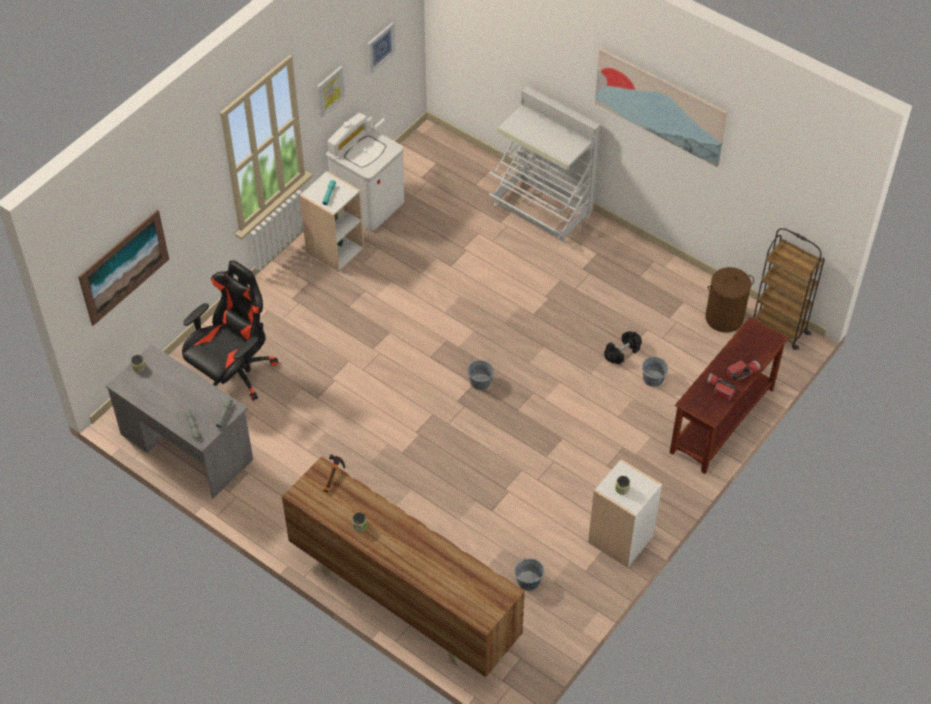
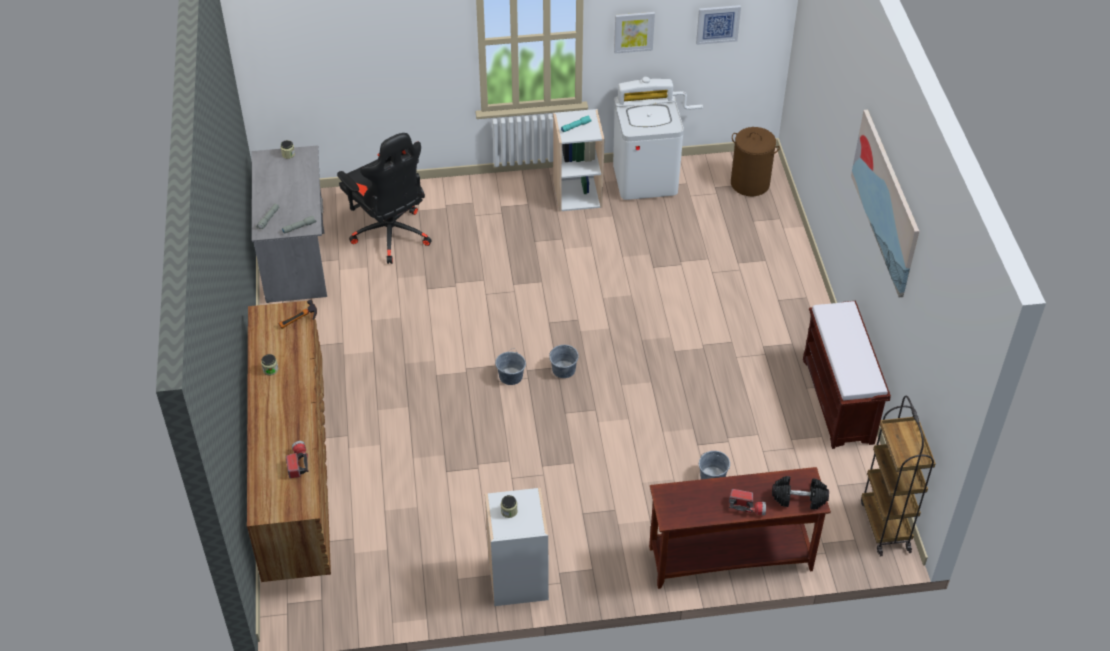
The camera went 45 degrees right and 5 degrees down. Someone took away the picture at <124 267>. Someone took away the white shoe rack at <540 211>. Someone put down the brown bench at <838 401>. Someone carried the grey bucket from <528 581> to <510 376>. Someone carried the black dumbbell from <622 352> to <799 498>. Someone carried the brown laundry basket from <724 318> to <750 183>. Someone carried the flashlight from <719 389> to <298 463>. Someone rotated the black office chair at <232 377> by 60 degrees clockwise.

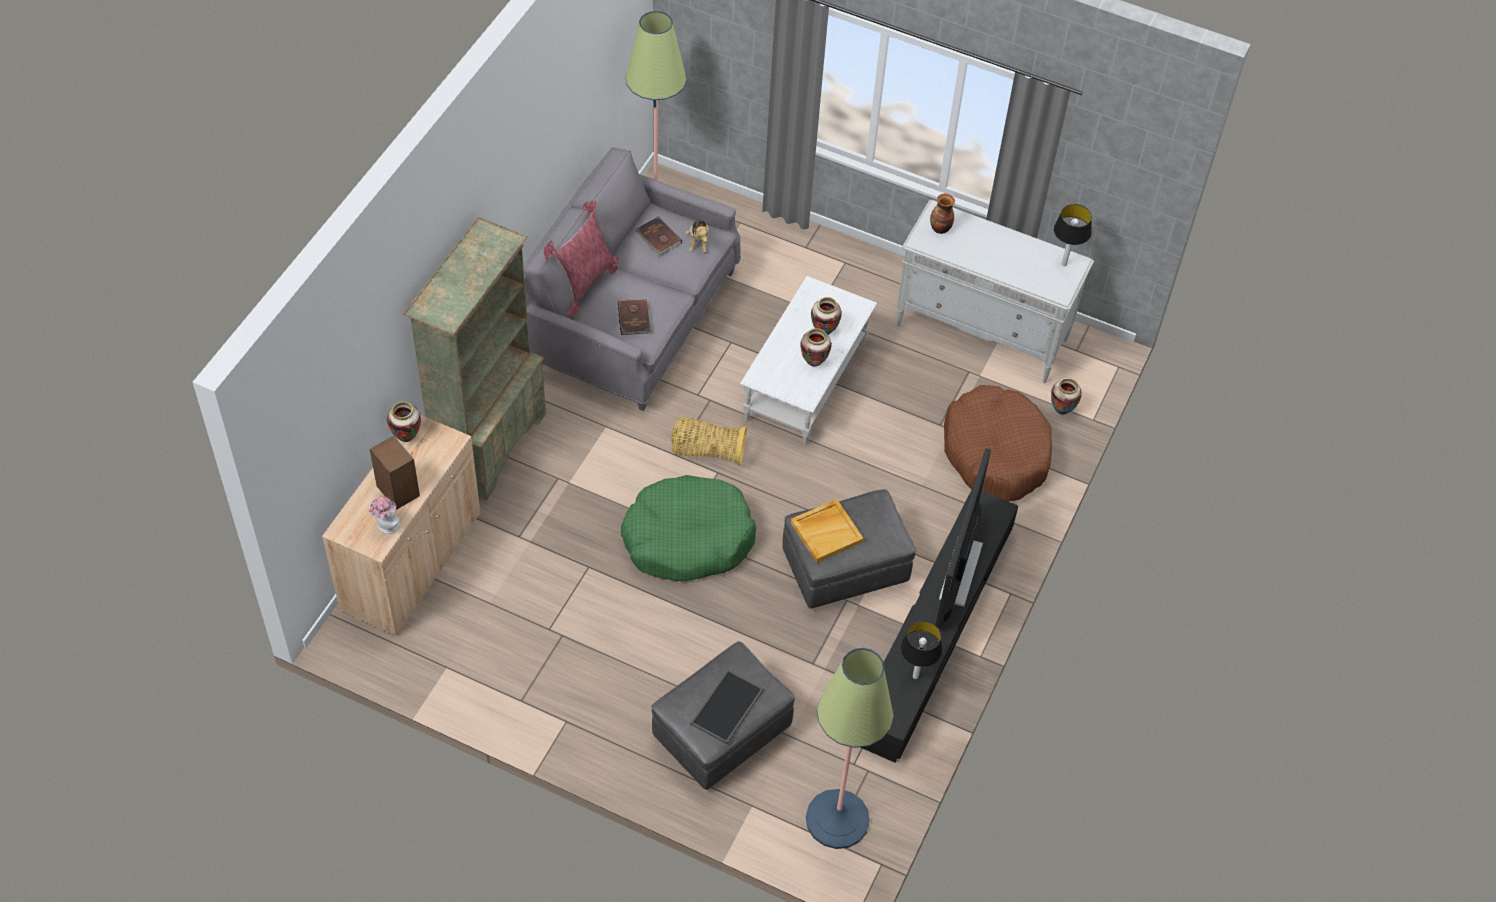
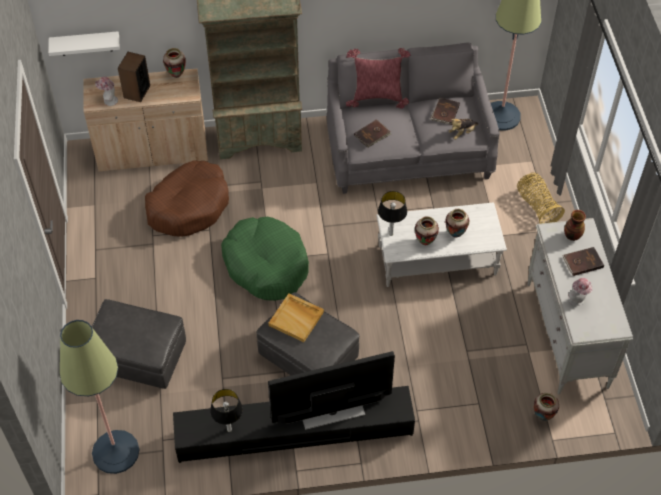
The camera went 60 degrees right and 0 degrees up. Someone took away the tray at <728 708>. Someone put up the white shelf at <85 43>. Someone put down the brown book at <582 262>. Someone put down the hat at <577 301>. Someone carried the basket from <707 451> to <537 206>. Someone carried the brown dog bed from <995 453> to <189 206>. Someone carried the table lamp from <1064 263> to <391 234>.

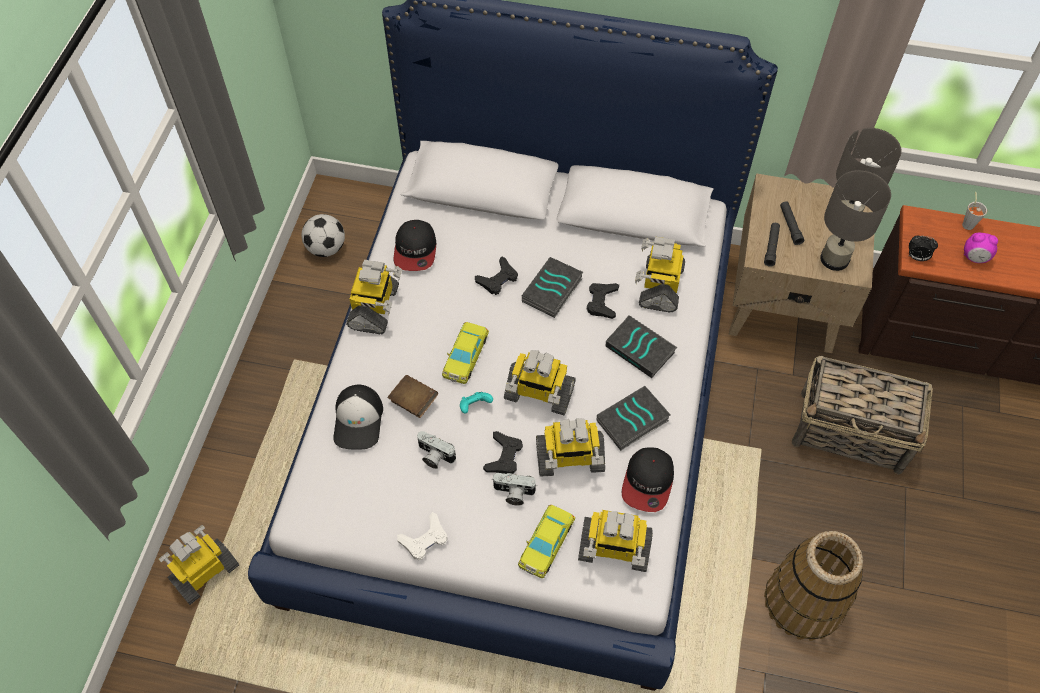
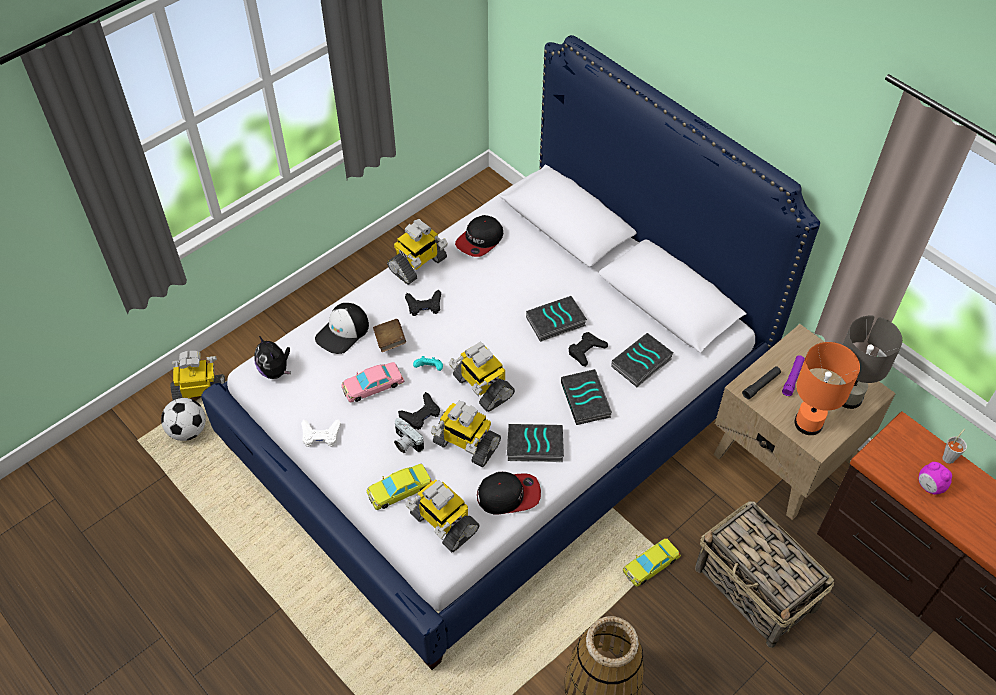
The camera went 35 degrees right and 5 degrees down. Someone took away the alarm clock at <916 257>. Someone put down the plush toy at <275 371>. Someone carried the football from <326 248> to <188 430>. Someone carried the yellow toy car from <465 355> to <650 564>. Someone carried the black game controller from <498 279> to <424 305>. Someone swapped the photo camera at <434 456> for the pink toy car at <372 385>. Someone swapped the toy robot at <659 286> for the book at <642 364>. Someone repainted the black flashlight at <790 225>, which became the purple flashlight at <792 378>. Someone repainted the grey table lamp at <835 258>, which became the orange table lamp at <809 423>. Someone rotated the cap at <648 482> by 150 degrees counterclockwise.

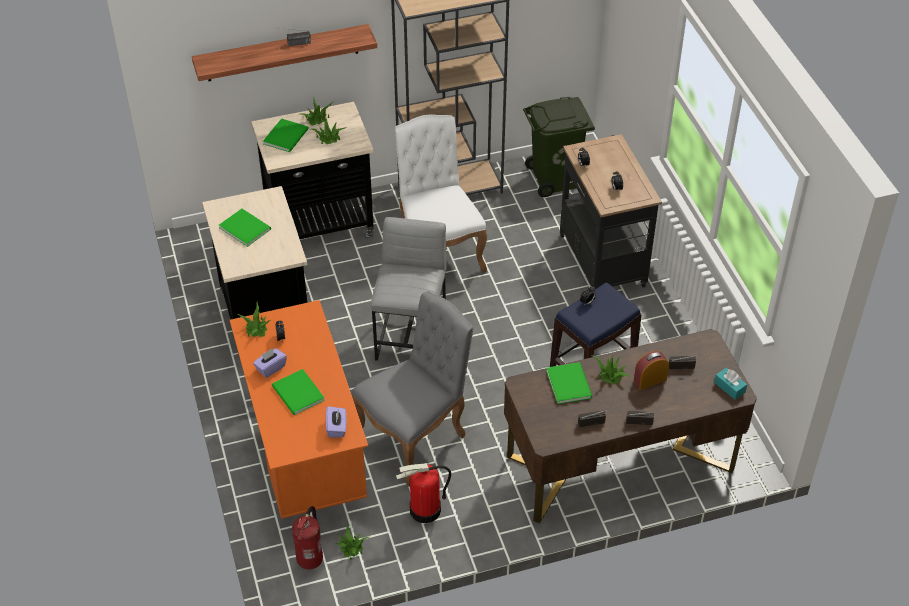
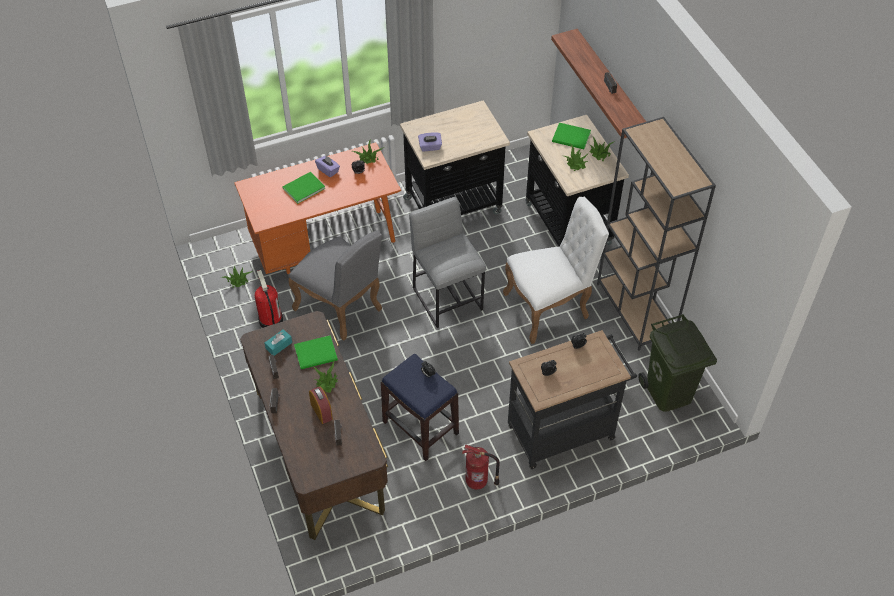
The camera went 85 degrees right and 5 degrees up. Someone took away the green book at <245 227>. Someone carried the fire extinguisher from <311 558> to <478 481>. Someone carried the purple tissue box from <336 428> to <430 147>. Someone carried the turquoise tissue box from <729 387> to <279 345>. Someone rotated the grey chair at <411 337> by 120 degrees counterclockwise.

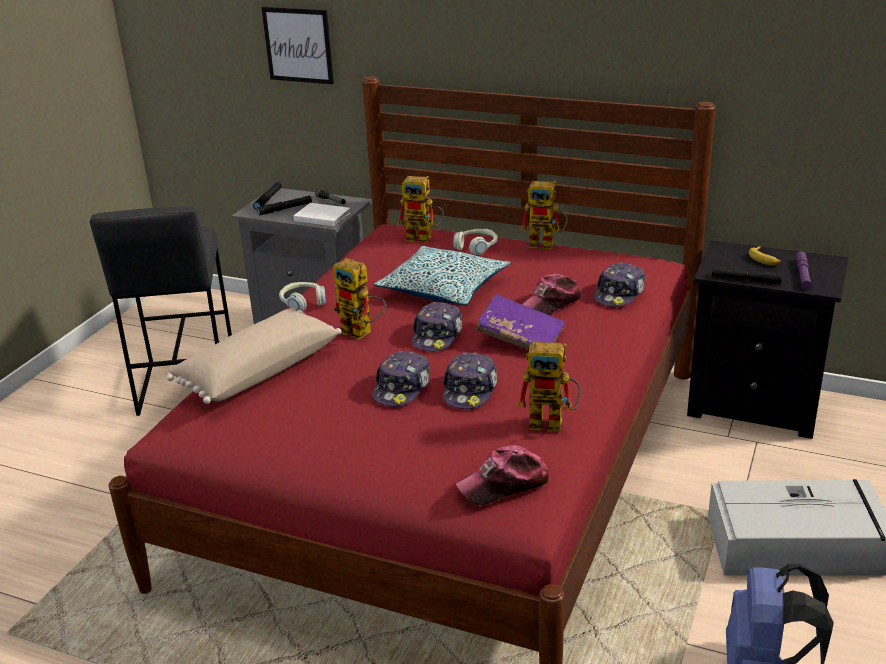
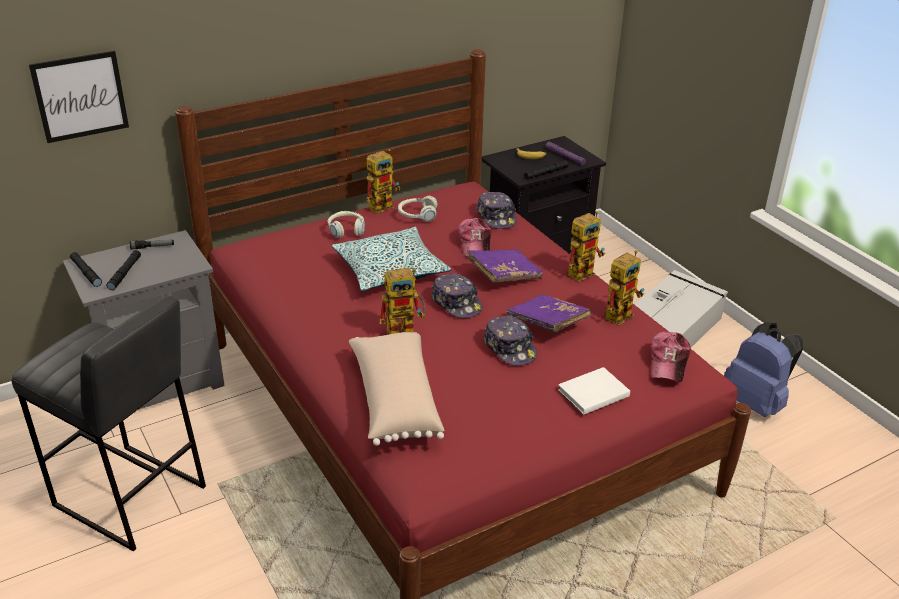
The camera went 55 degrees left and 5 degrees up. Someone carried the headphones from <303 303> to <417 215>. Someone carried the white book from <321 216> to <591 393>. Someone carried the toy robot from <424 238> to <583 271>. Someone swapped the cap at <470 390> for the purple book at <547 323>.

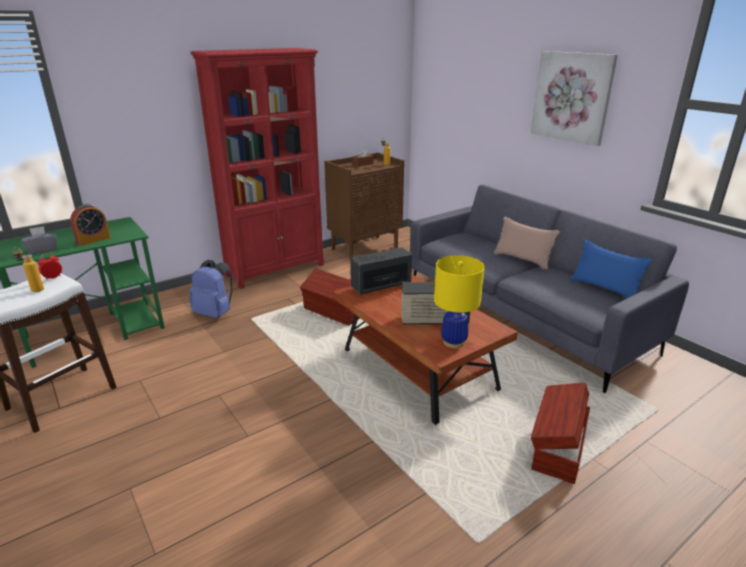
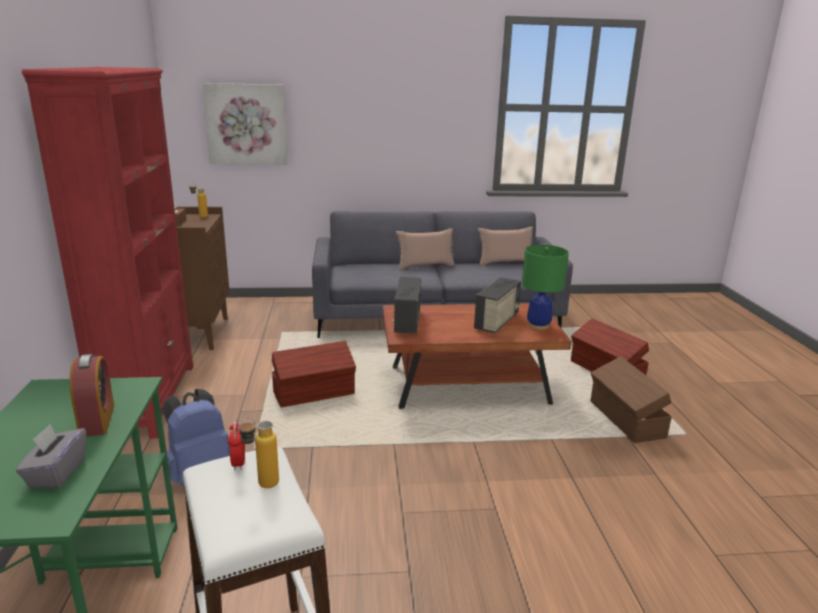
The camera went 60 degrees left and 5 degrees down. Someone put down the brown storage box at <626 419>. Someone carried the picture from <572 97> to <246 124>. Someone repainted the yellow table lamp at <453 342>, which became the green table lamp at <538 326>. Someone repainted the blue pillow at <604 289>, which became the beige pillow at <504 263>.

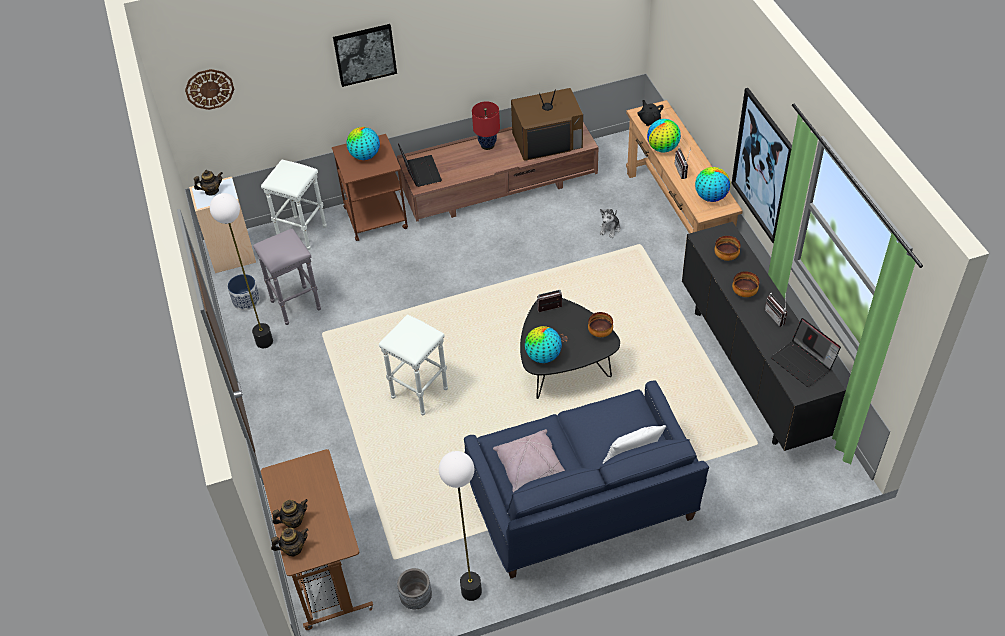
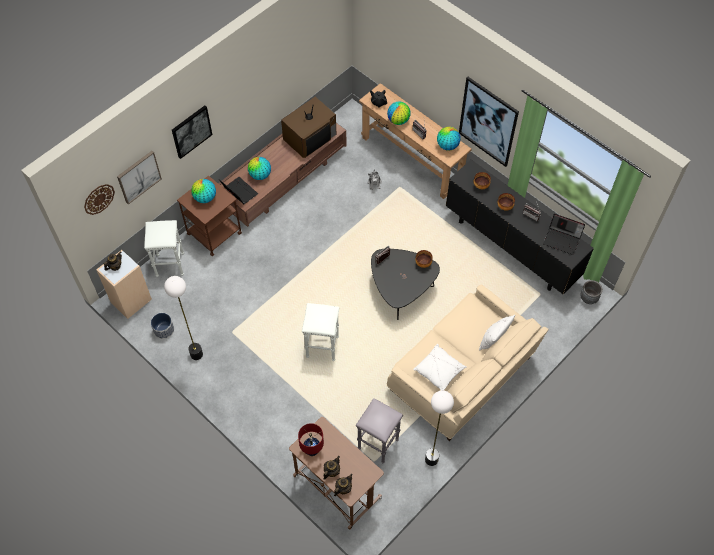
The camera went 30 degrees left and 10 degrees up. Someone put up the picture at <138 176>. Someone carried the grey stool from <297 305> to <379 443>. Someone carried the grey planter from <416 599> to <588 298>. Someone carried the red table lamp from <487 145> to <312 450>. Someone carried the globe from <543 356> to <260 175>. Someone repainted the blue sofa at <582 503>, which became the beige sofa at <463 375>. Someone repainted the purple pillow at <530 467>, which became the white pillow at <439 371>.

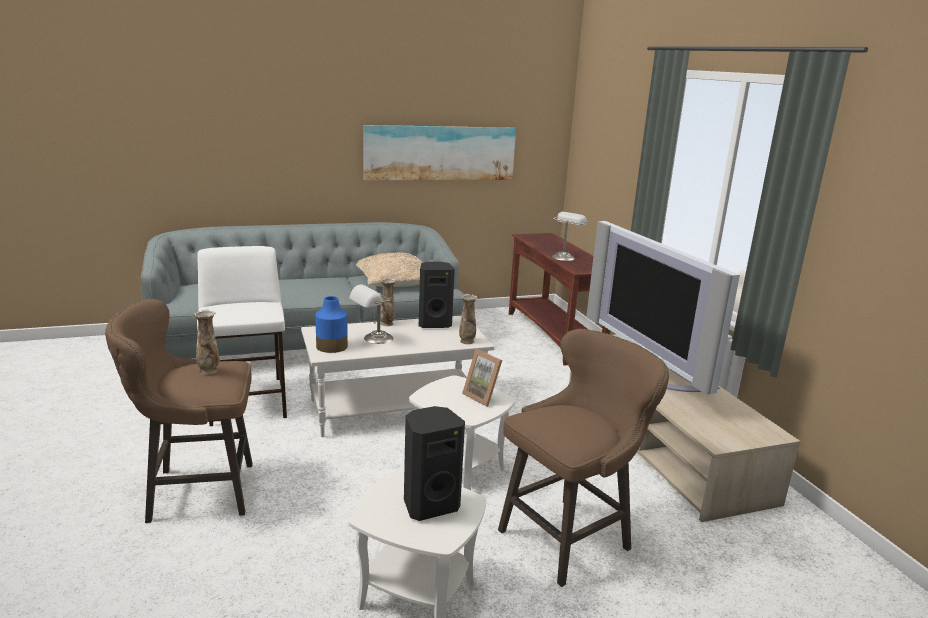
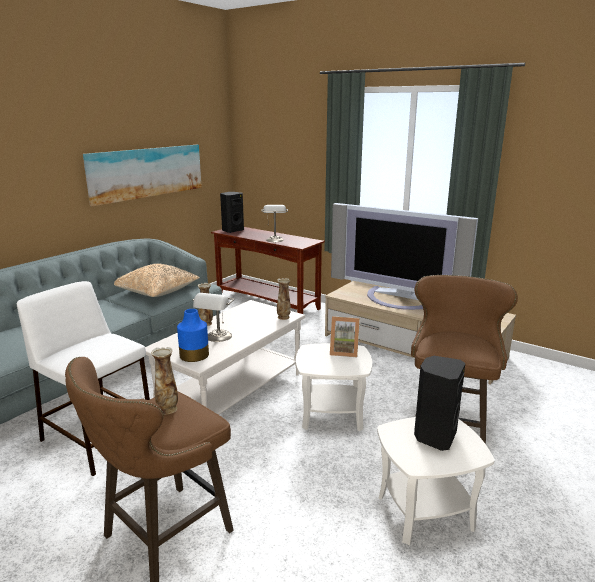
The camera went 35 degrees left and 0 degrees up. Someone carried the black speaker from <434 324> to <232 230>.

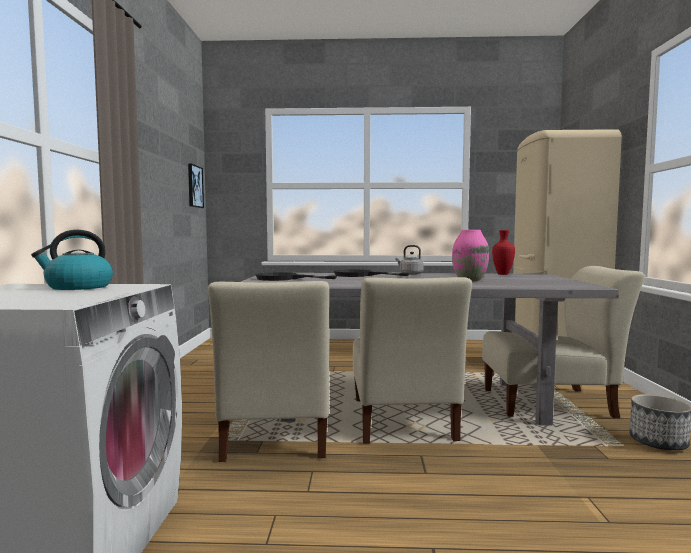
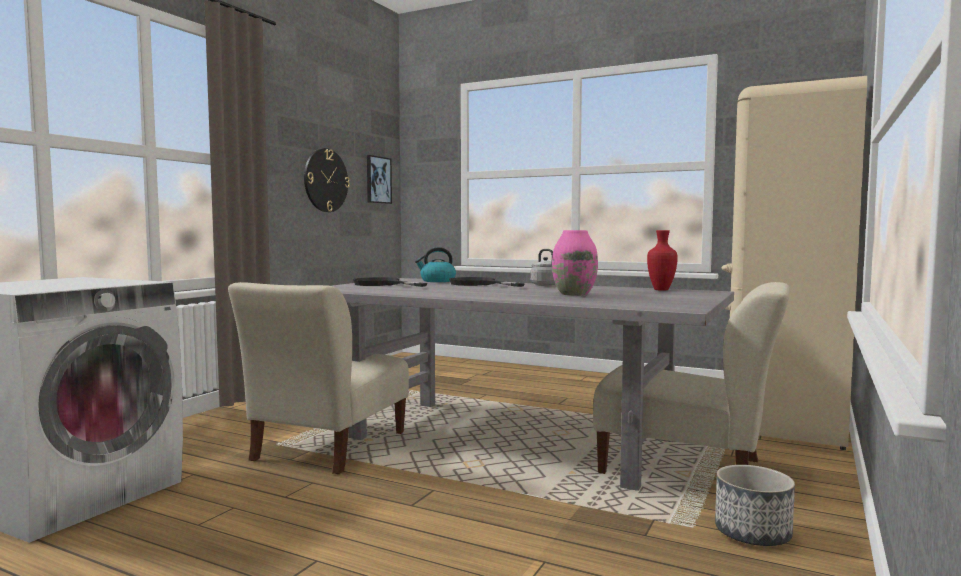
The camera went 25 degrees right and 0 degrees up. Someone took away the beige chair at <401 421>. Someone put up the wall clock at <325 180>. Someone carried the kettle from <78 287> to <437 281>.

